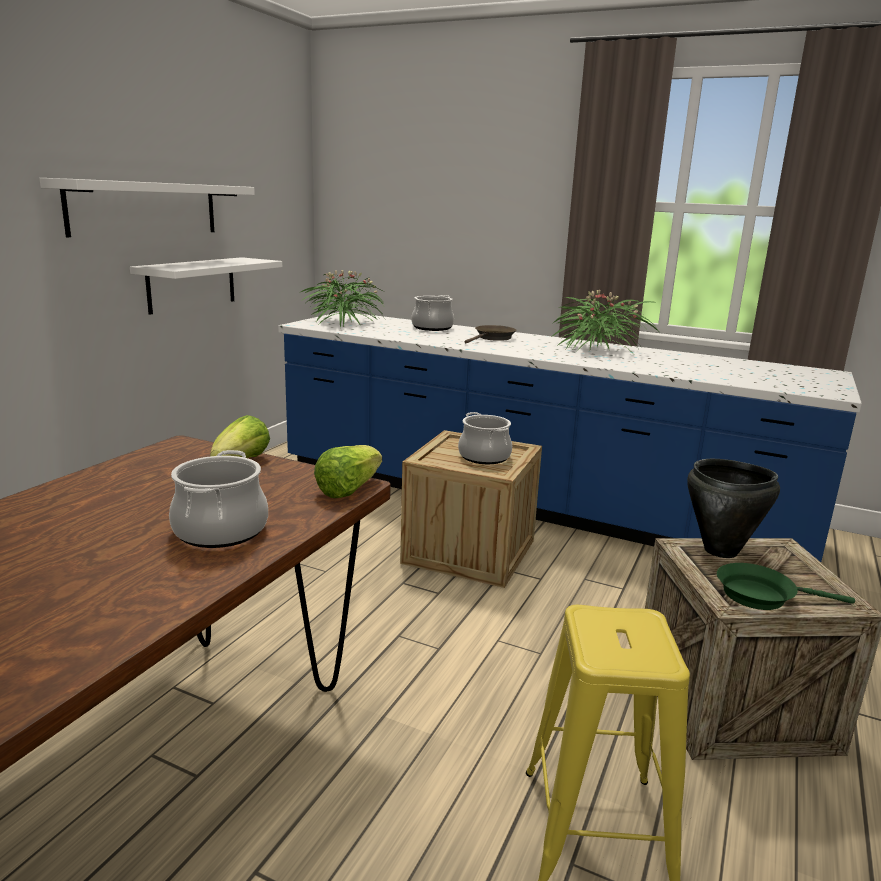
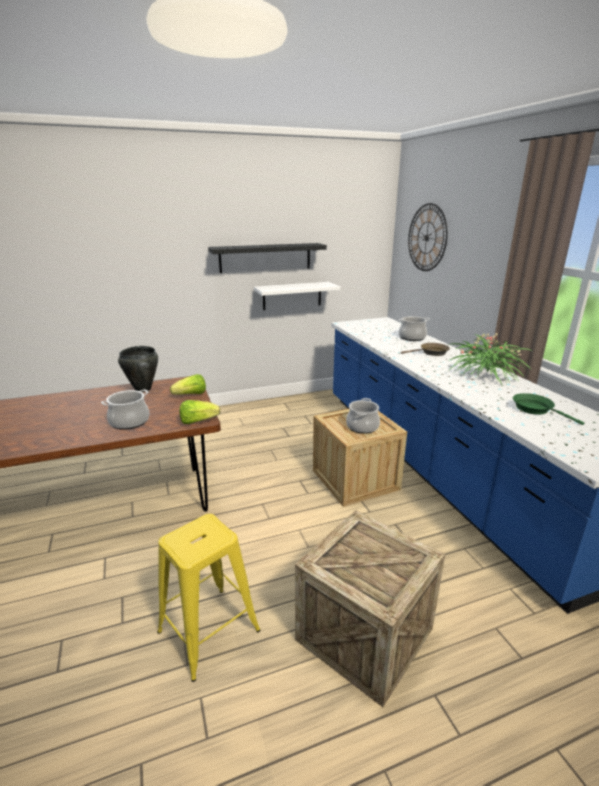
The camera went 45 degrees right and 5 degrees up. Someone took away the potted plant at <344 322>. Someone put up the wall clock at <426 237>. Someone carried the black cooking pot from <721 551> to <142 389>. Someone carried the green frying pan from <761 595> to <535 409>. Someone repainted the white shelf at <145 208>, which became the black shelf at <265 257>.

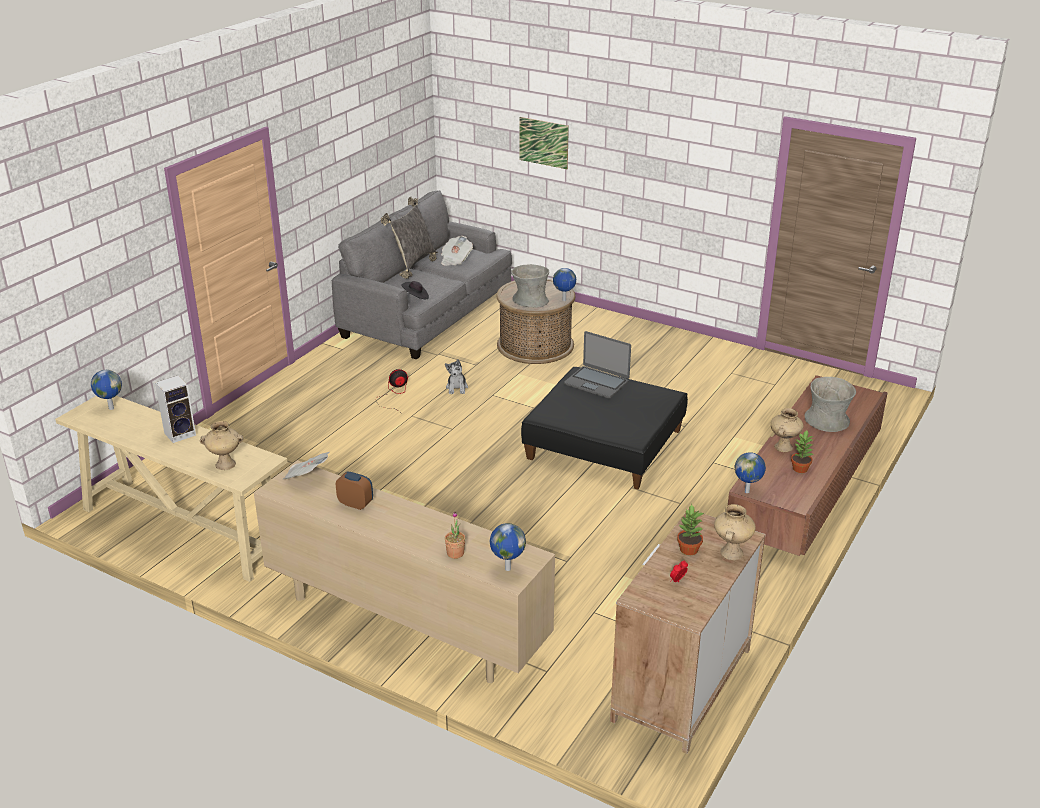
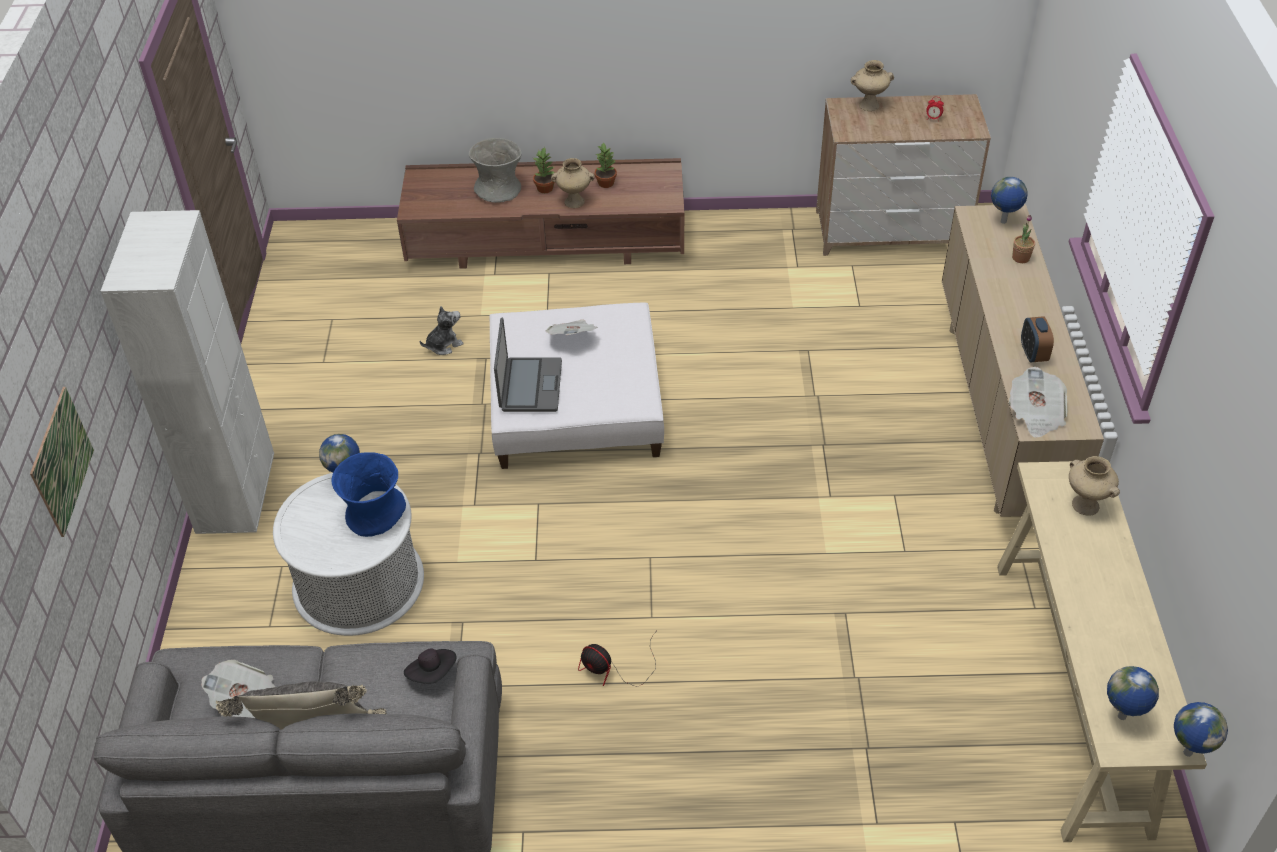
The camera went 120 degrees left and 15 degrees up. Someone took away the speaker at <181 433>. Someone put down the white cabinet at <238 497>. Someone put down the newspaper at <573 338>. Someone carried the plush toy from <457 388> to <443 345>. Someone carried the potted plant from <688 550> to <545 188>. Someone carried the globe from <747 491> to <1187 752>. Someone repainted the brown coffee table at <535 345>, which became the white coffee table at <358 582>. Someone repainted the grey vase at <530 301>, which became the blue vase at <374 513>. Someone repainted the black ottoman at <605 444>, which became the white ottoman at <575 405>.

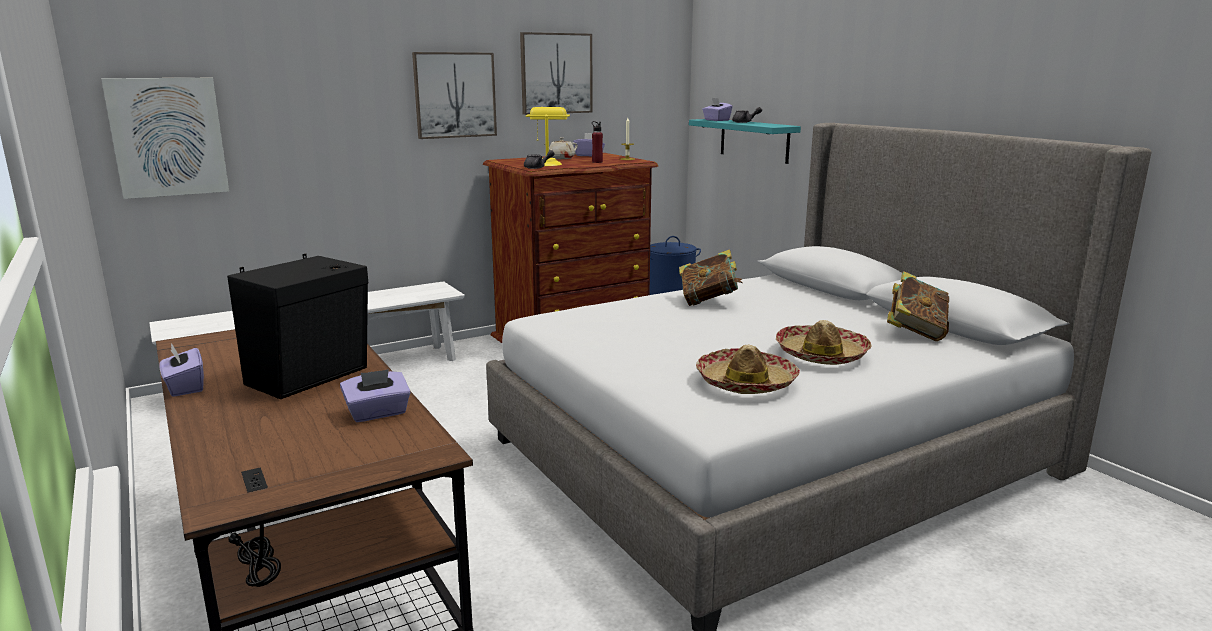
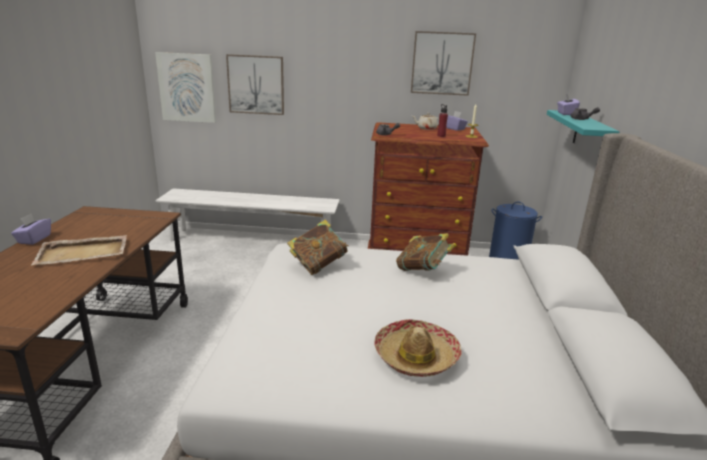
The camera went 35 degrees right and 5 degrees up. Someone took away the purple tissue box at <378 413>. Someone took away the yellow table lamp at <547 163>. Someone took away the hat at <746 383>. Someone carried the picture from <455 95> to <256 84>. Someone carried the book from <916 332> to <318 265>. Someone swapped the black speaker at <312 377> for the beige tray at <84 252>.

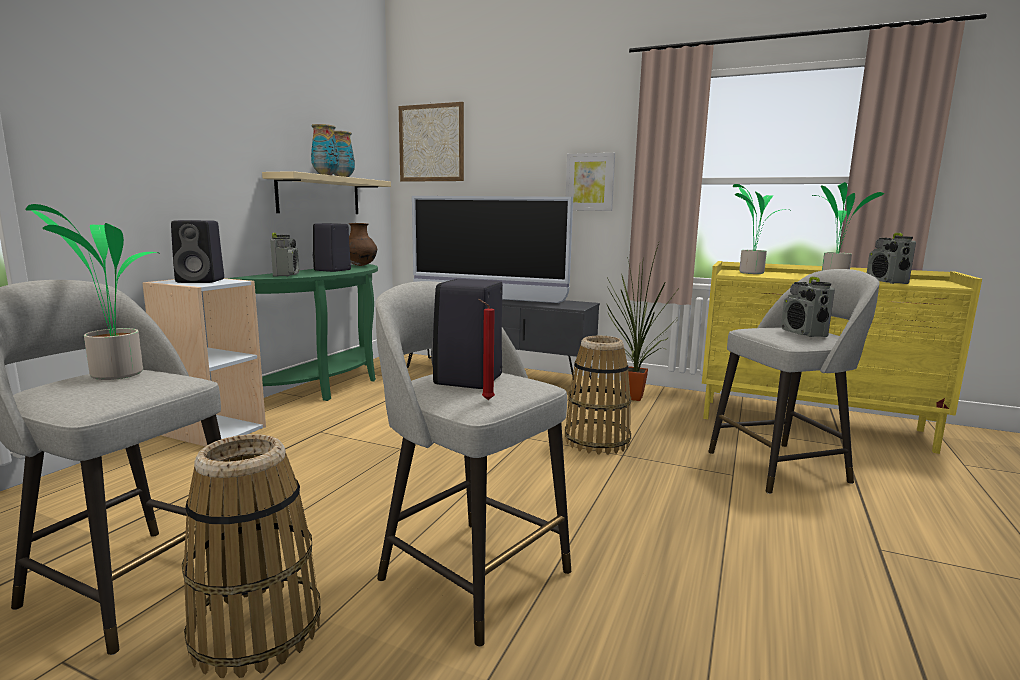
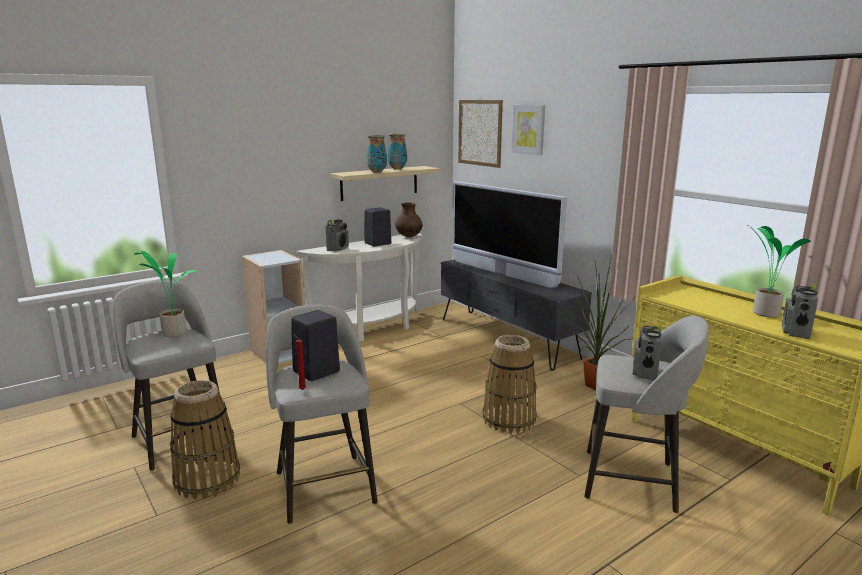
The camera went 30 degrees right and 5 degrees up. Someone took away the black speaker at <202 281>. Someone took away the potted plant at <750 273>. Someone carried the picture from <590 182> to <528 129>. Someone repainted the green console table at <329 387>, which became the white console table at <373 329>.

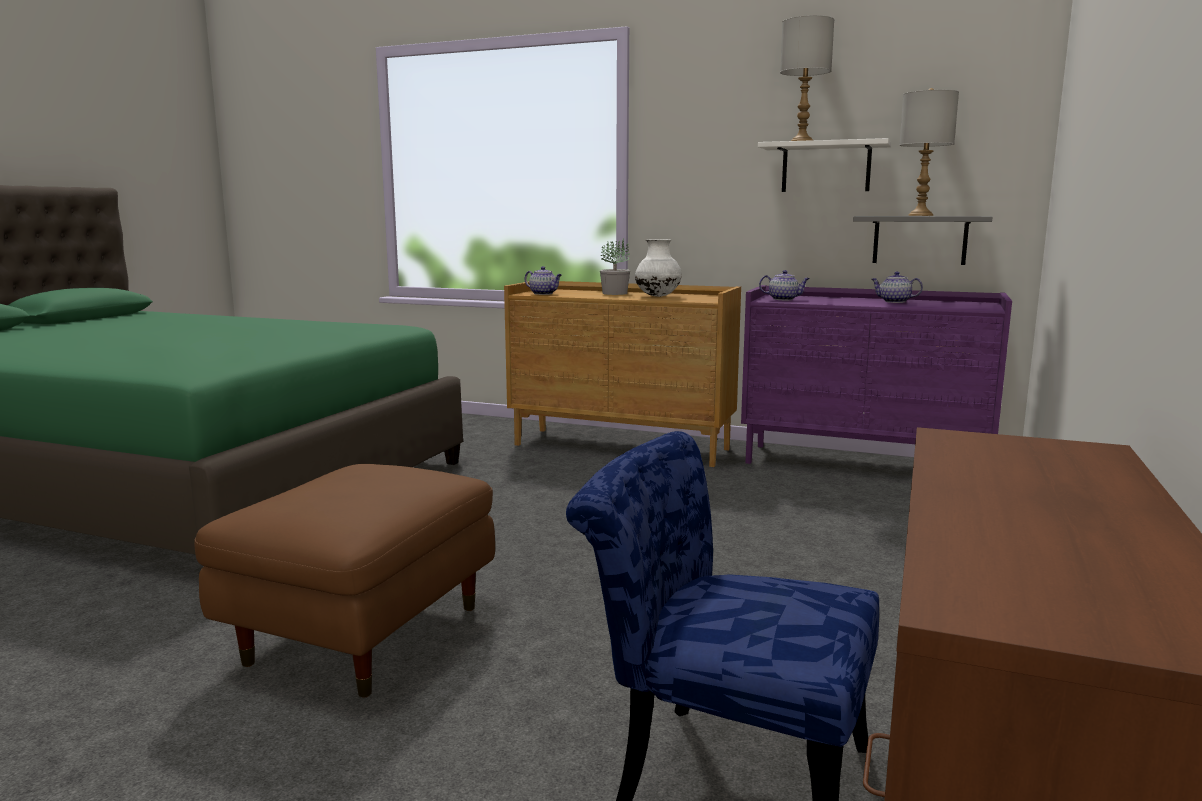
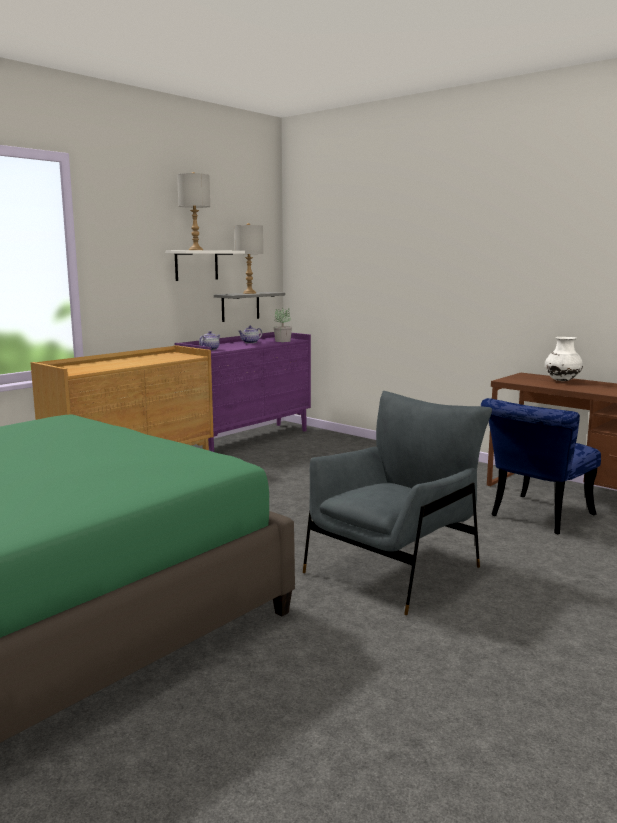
The camera went 70 degrees left and 0 degrees up. Someone took away the teapot at <544 294>. Someone carried the potted plant from <615 293> to <283 341>. Someone carried the white vase from <658 296> to <562 381>. Someone swapped the brown ottoman at <363 637> for the grey armchair at <393 569>.

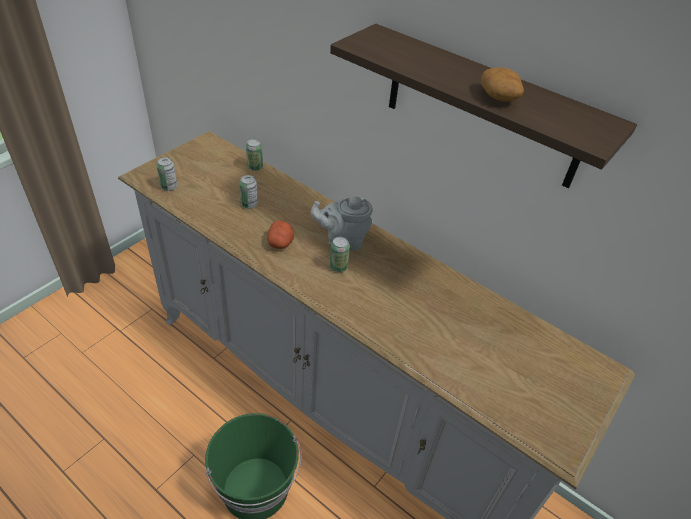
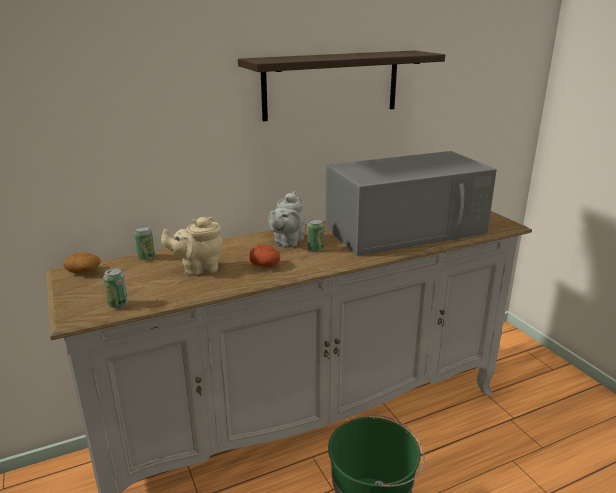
The camera went 60 degrees left and 20 degrees down. Someone put down the grey microwave at <407 229>. Someone carried the potato from <499 97> to <84 271>. Someone swapped the can at <249 204> for the beige teapot at <198 269>.

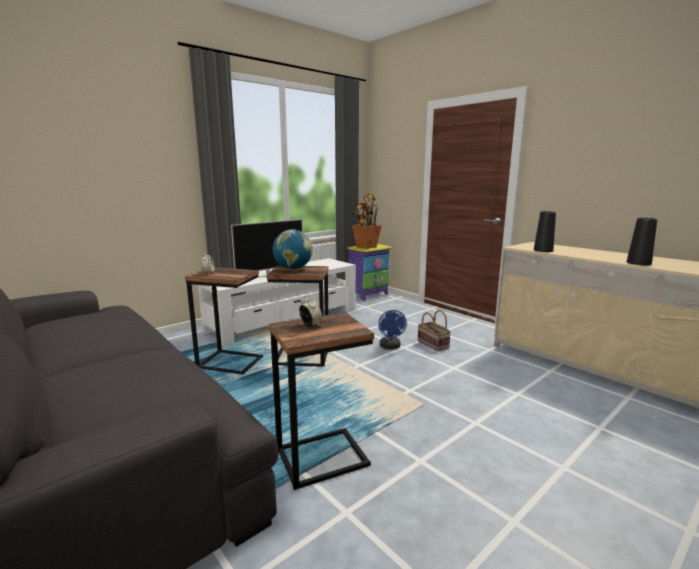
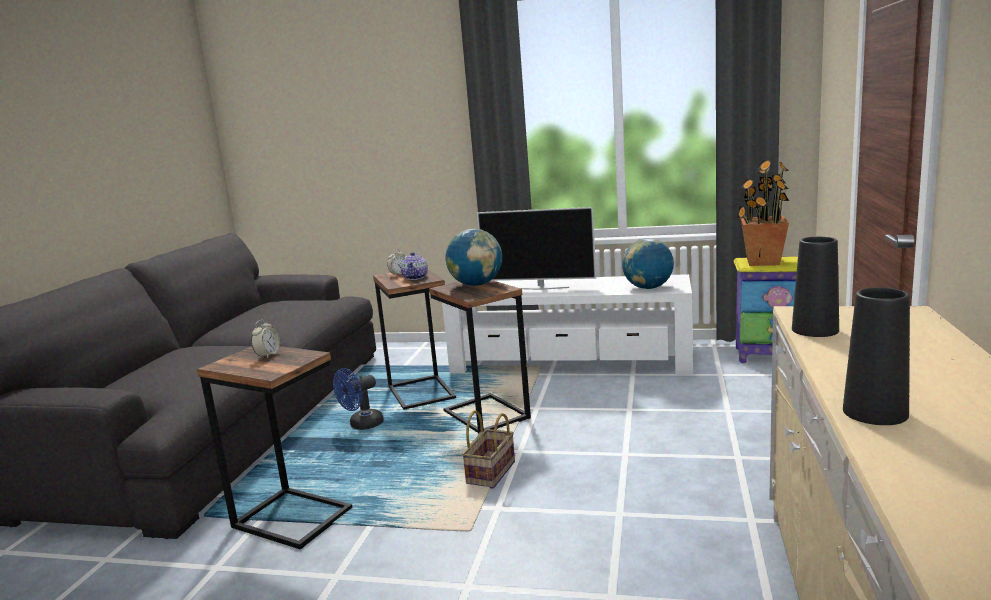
The camera went 55 degrees right and 0 degrees up. Someone put down the teapot at <415 277>. Someone put down the globe at <648 288>. Someone carried the blue fan from <390 347> to <362 425>. Someone carried the basket from <434 344> to <491 473>.

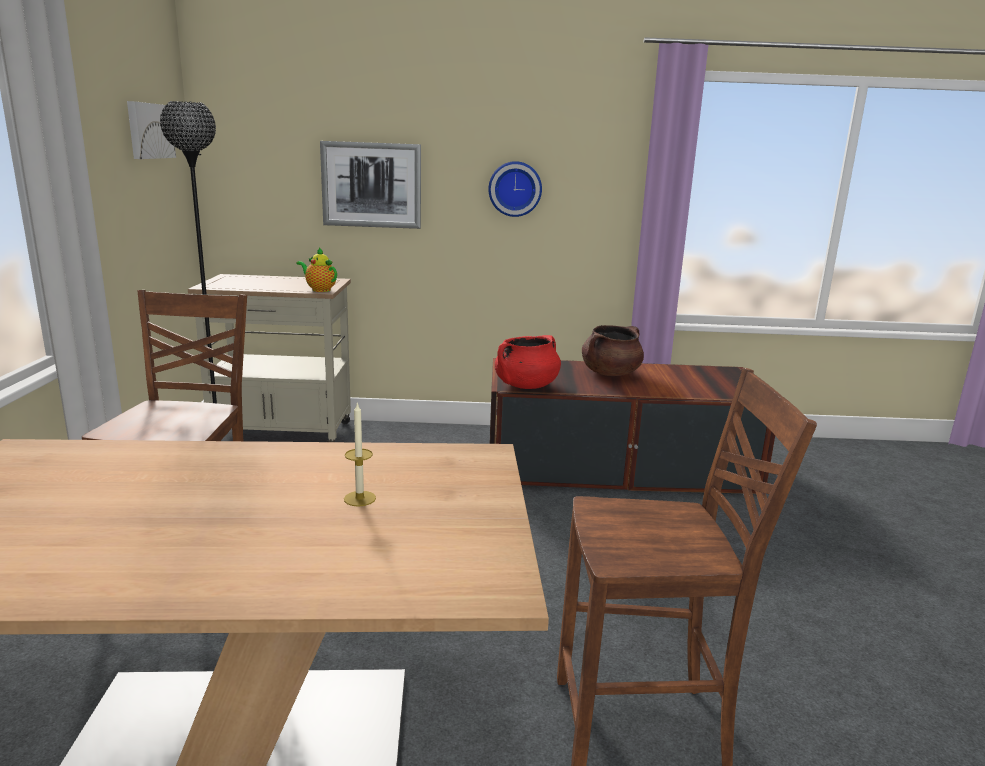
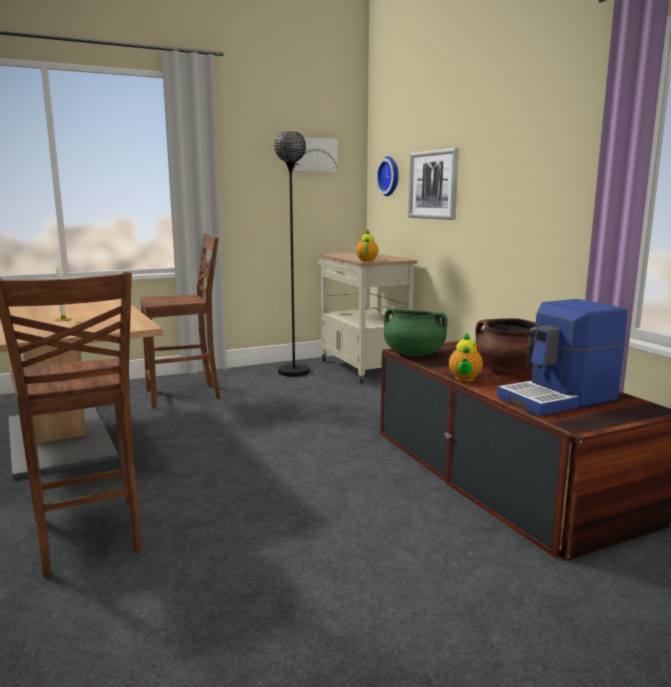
The camera went 65 degrees right and 5 degrees down. Someone put down the teapot at <464 379>. Someone put down the coffee machine at <559 398>. Someone carried the wall clock from <515 189> to <390 176>. Someone repainted the red cooking pot at <526 386>, which became the green cooking pot at <413 354>.

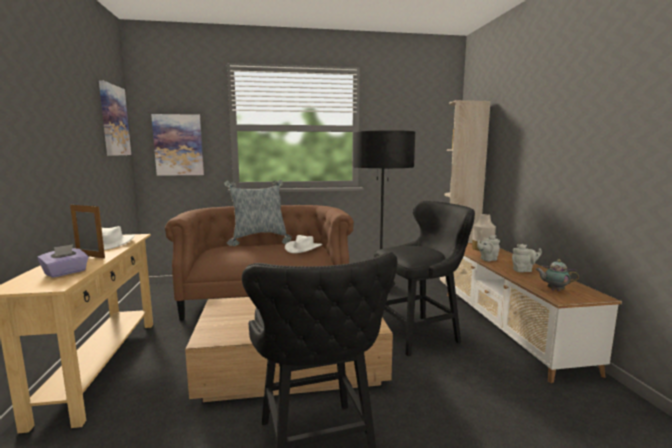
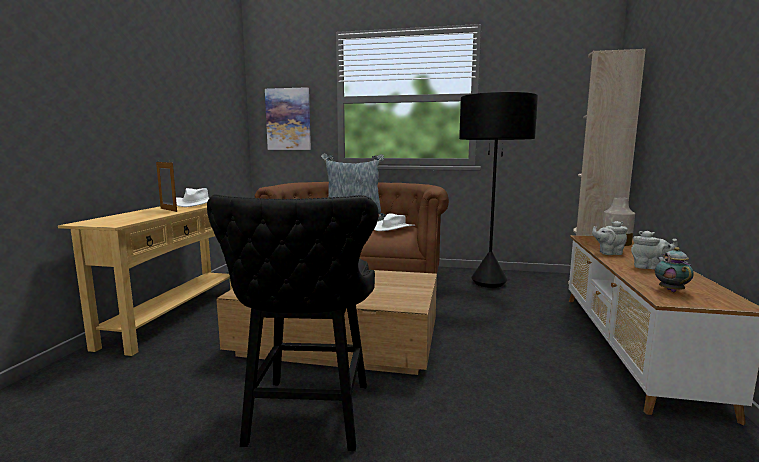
The camera went 20 degrees right and 0 degrees up. Someone took away the purple tissue box at <66 272>. Someone took away the picture at <114 120>. Someone took away the black stool at <420 334>. Someone rotated the teapot at <554 290> by 45 degrees clockwise.

